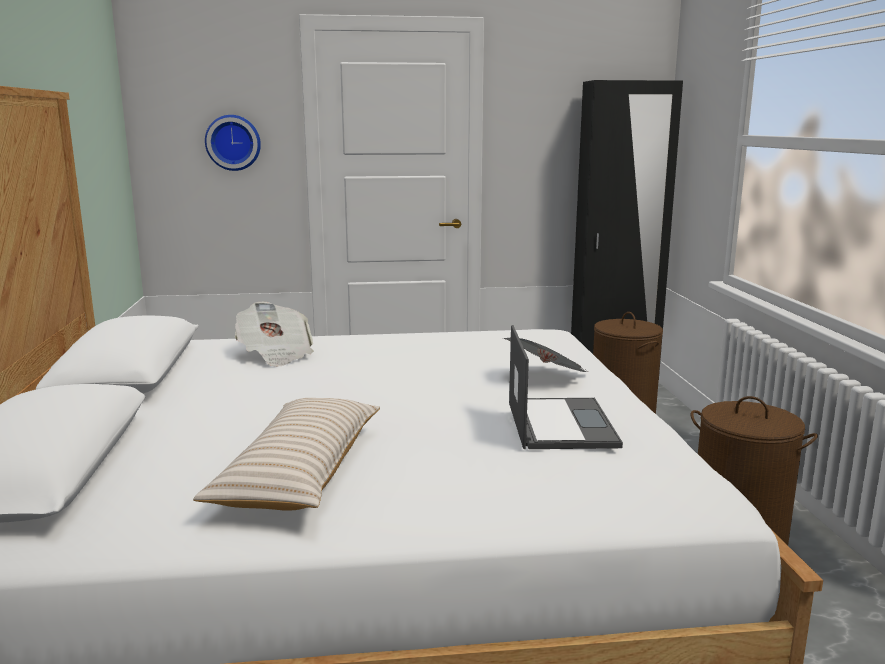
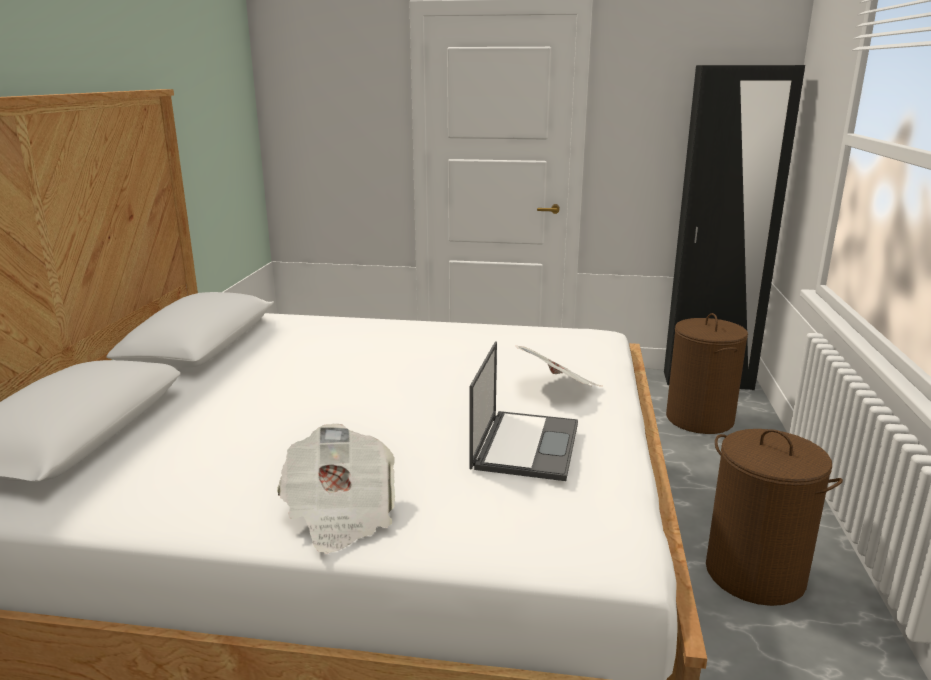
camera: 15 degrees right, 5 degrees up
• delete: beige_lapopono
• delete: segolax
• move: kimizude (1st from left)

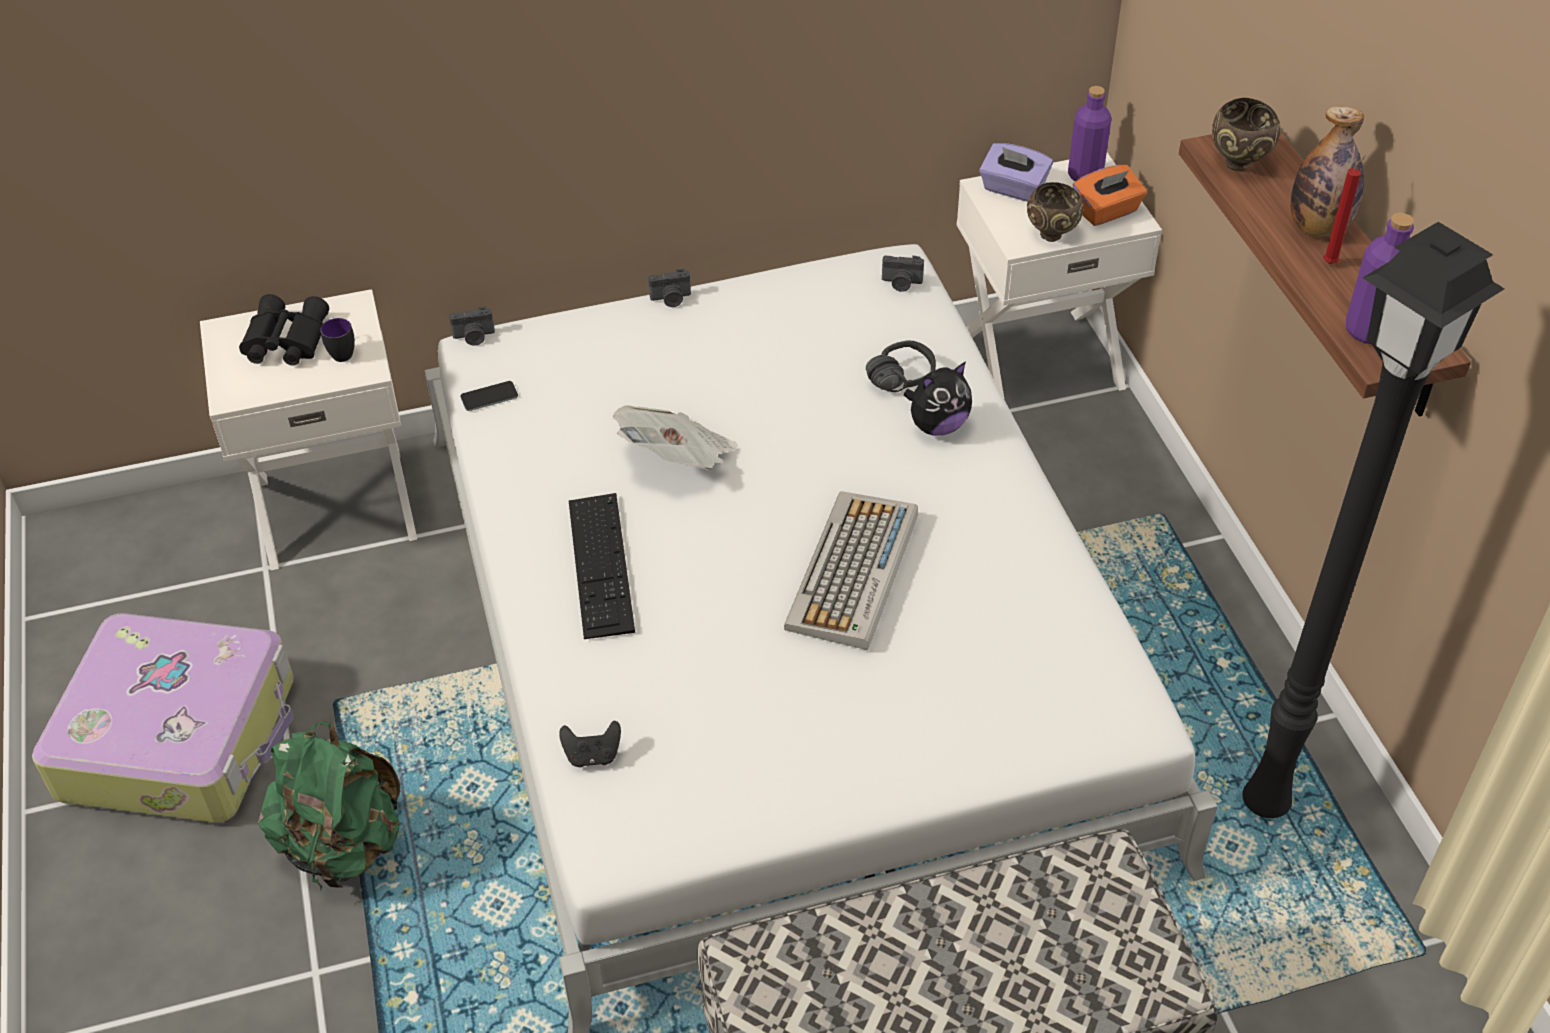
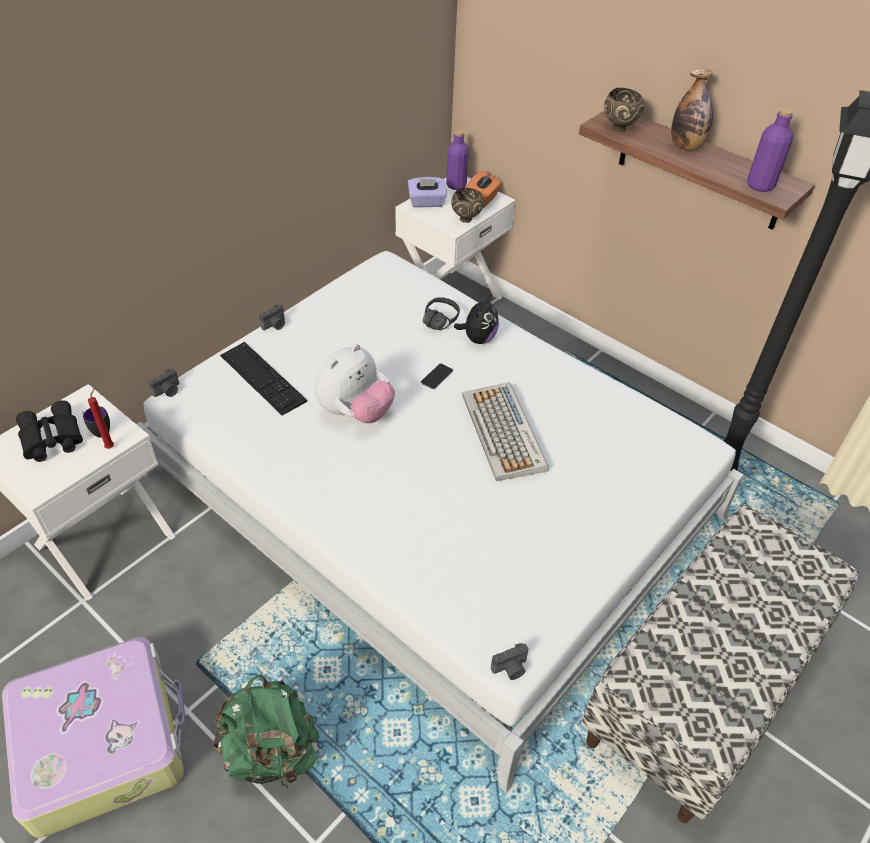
camera: 35 degrees left, 0 degrees up
• delete: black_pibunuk
• move: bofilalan
• move: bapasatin (1st from left)
• move: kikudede (3rd from left)
• move: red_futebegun
• replace: kimizude to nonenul (1st from left)

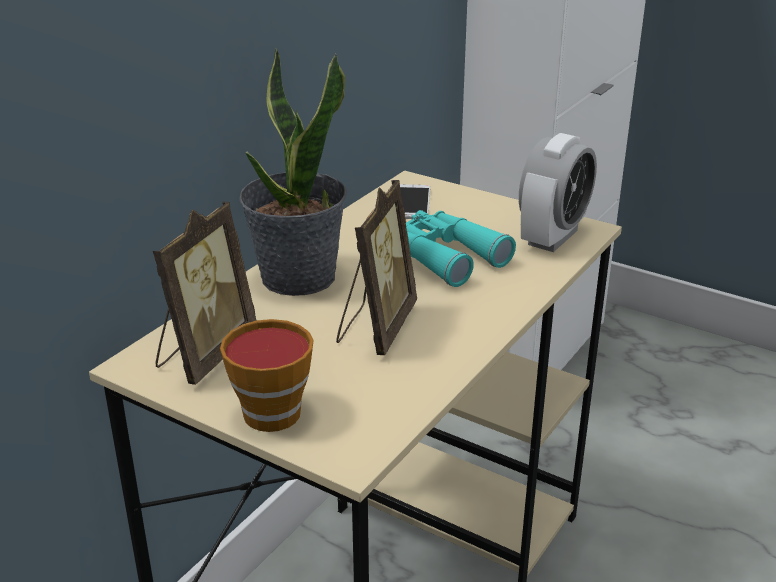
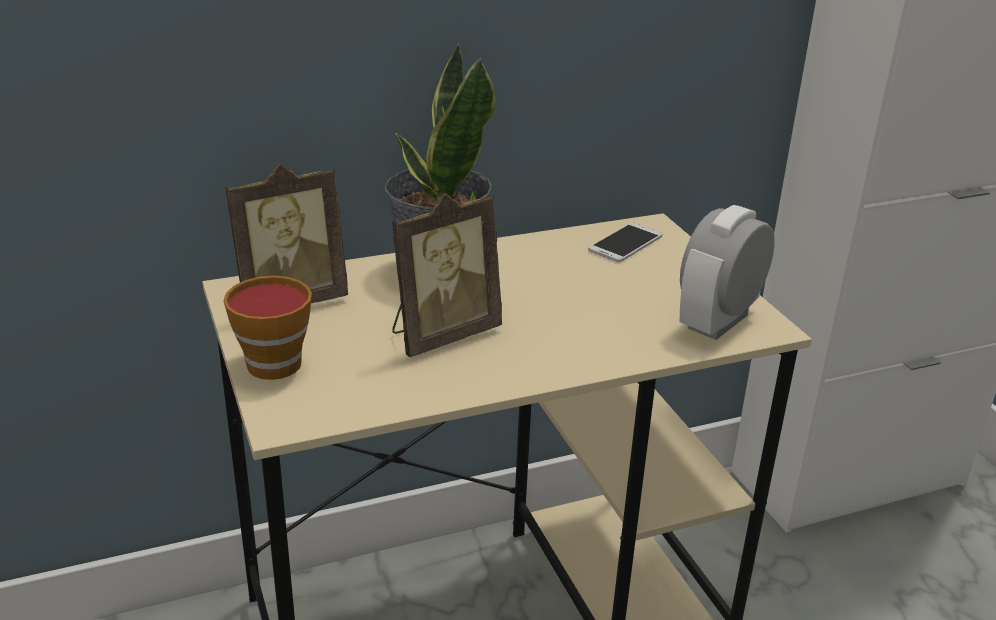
camera: 35 degrees right, 0 degrees up
• delete: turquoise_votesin
• rotate: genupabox 150 degrees clockwise

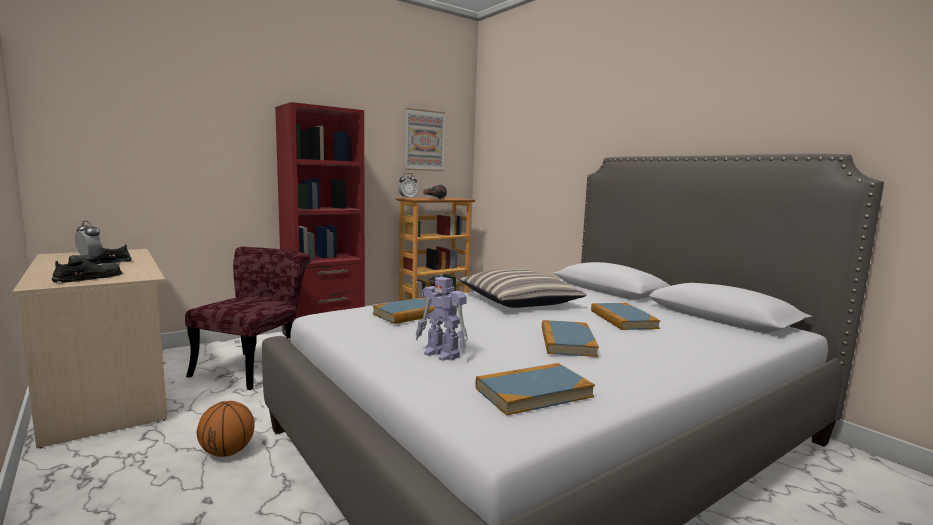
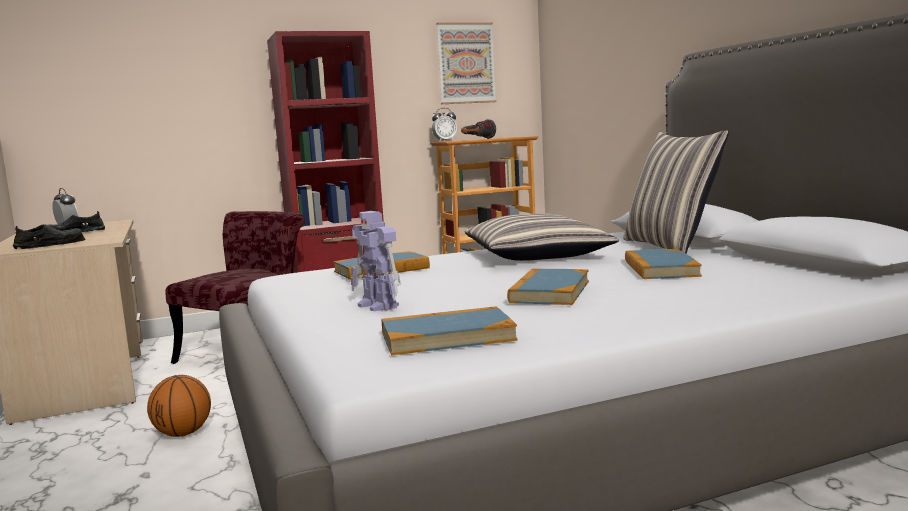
camera: 15 degrees right, 0 degrees up
• insert: lapopono (2nd from left)

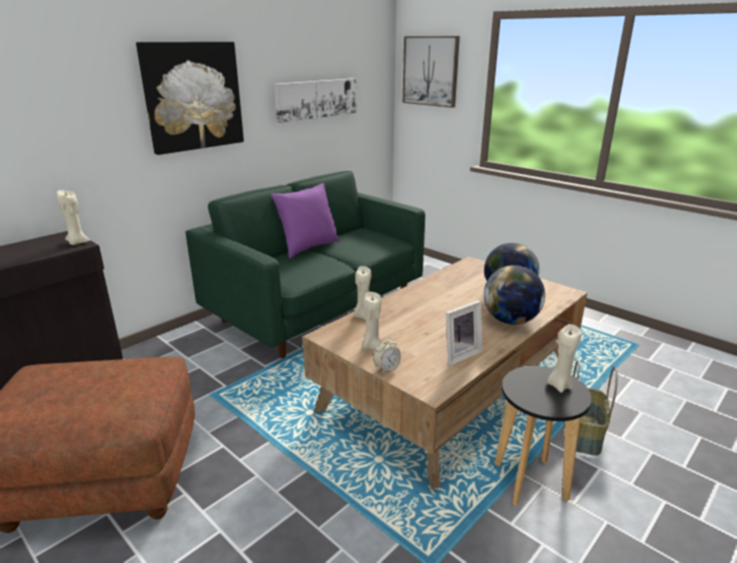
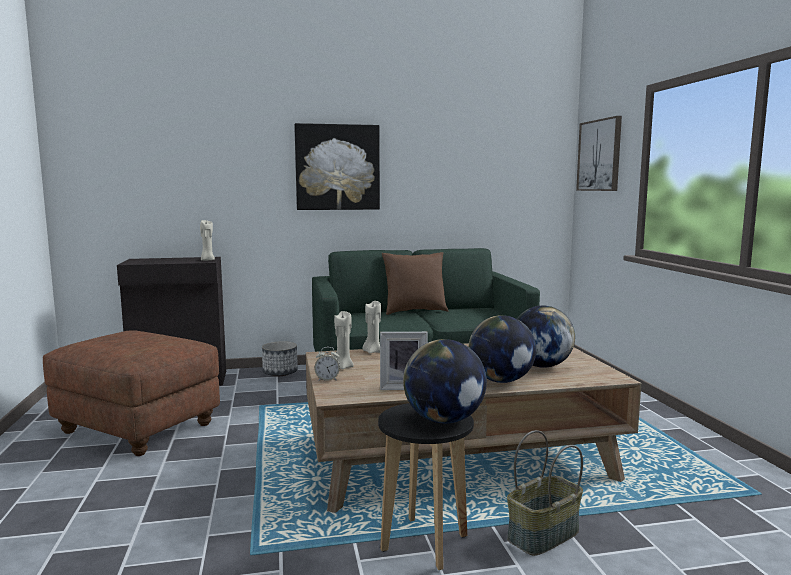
camera: 35 degrees right, 15 degrees down
• delete: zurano (2nd from left)
• insert: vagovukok
• replace: beige_futebegun (4th from left) to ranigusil (1st from left)
• recolor: purple_lapopono to brown_lapopono

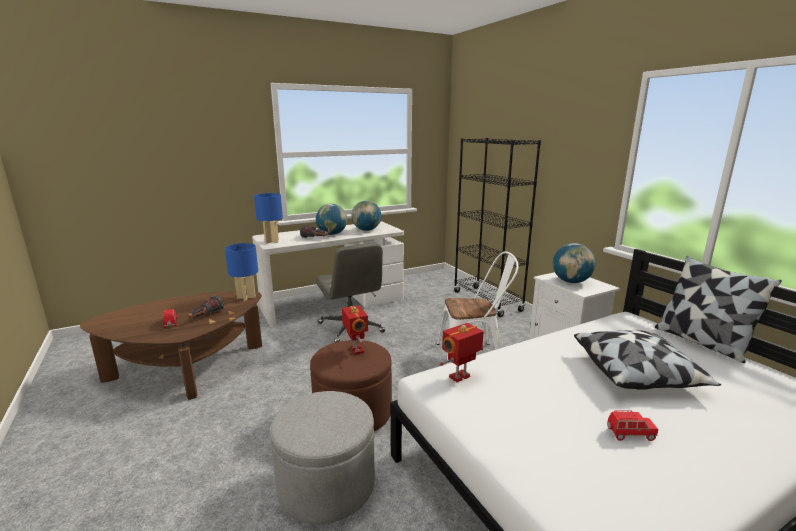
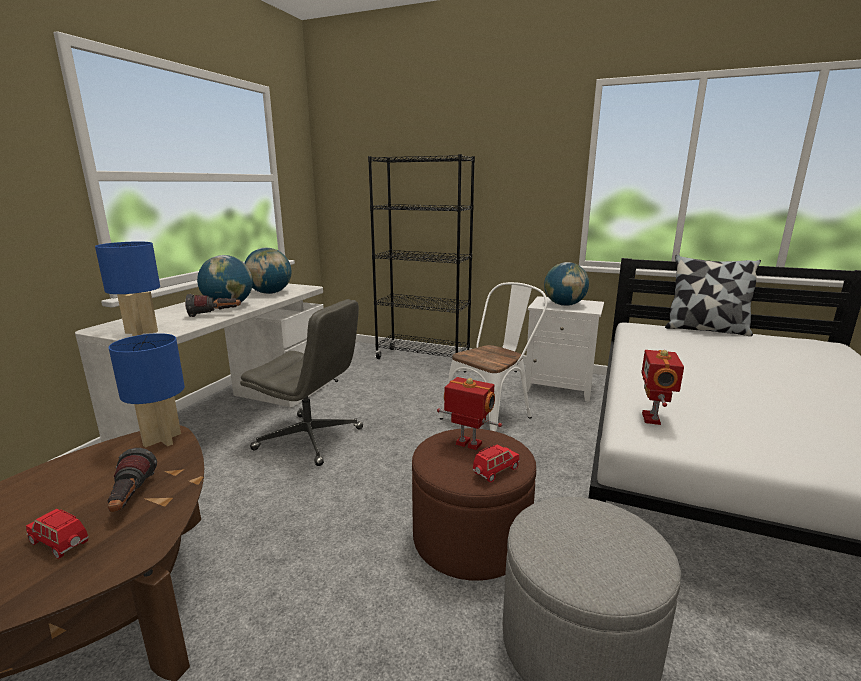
camera: 40 degrees left, 0 degrees up
• delete: lapopono (1st from left)
• move: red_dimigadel (2nd from left)

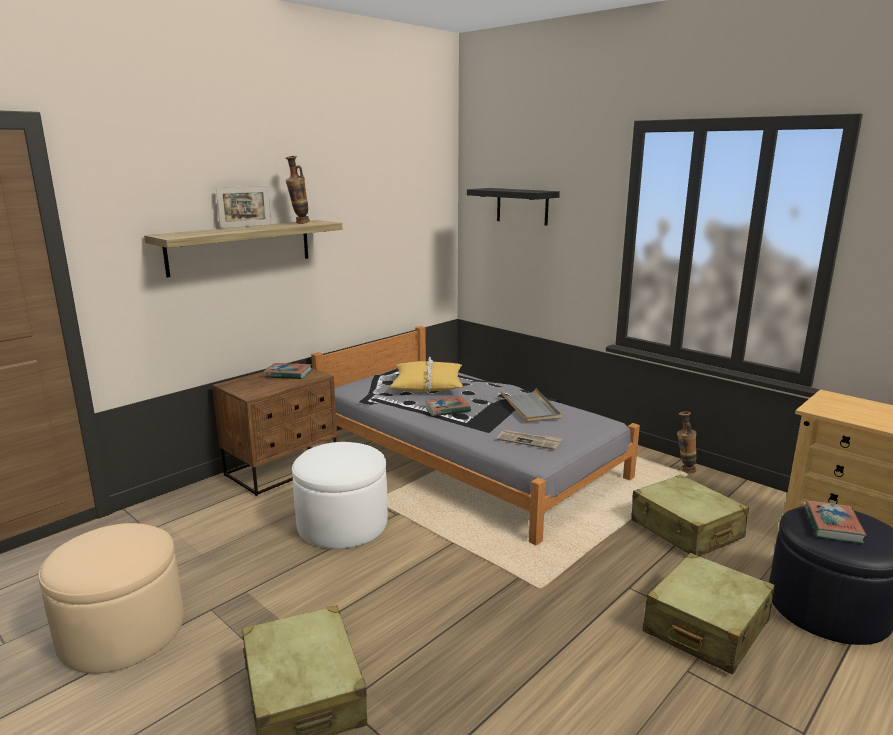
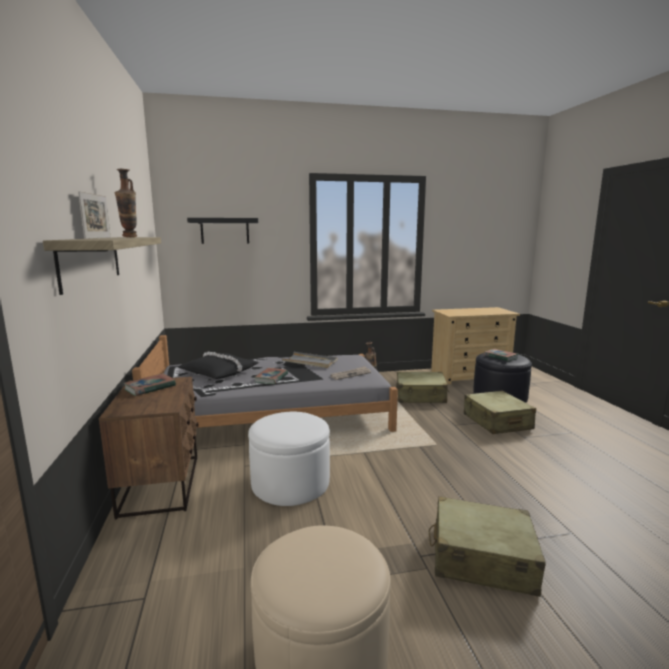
camera: 55 degrees left, 5 degrees down
• recolor: yellow_lapopono to black_lapopono

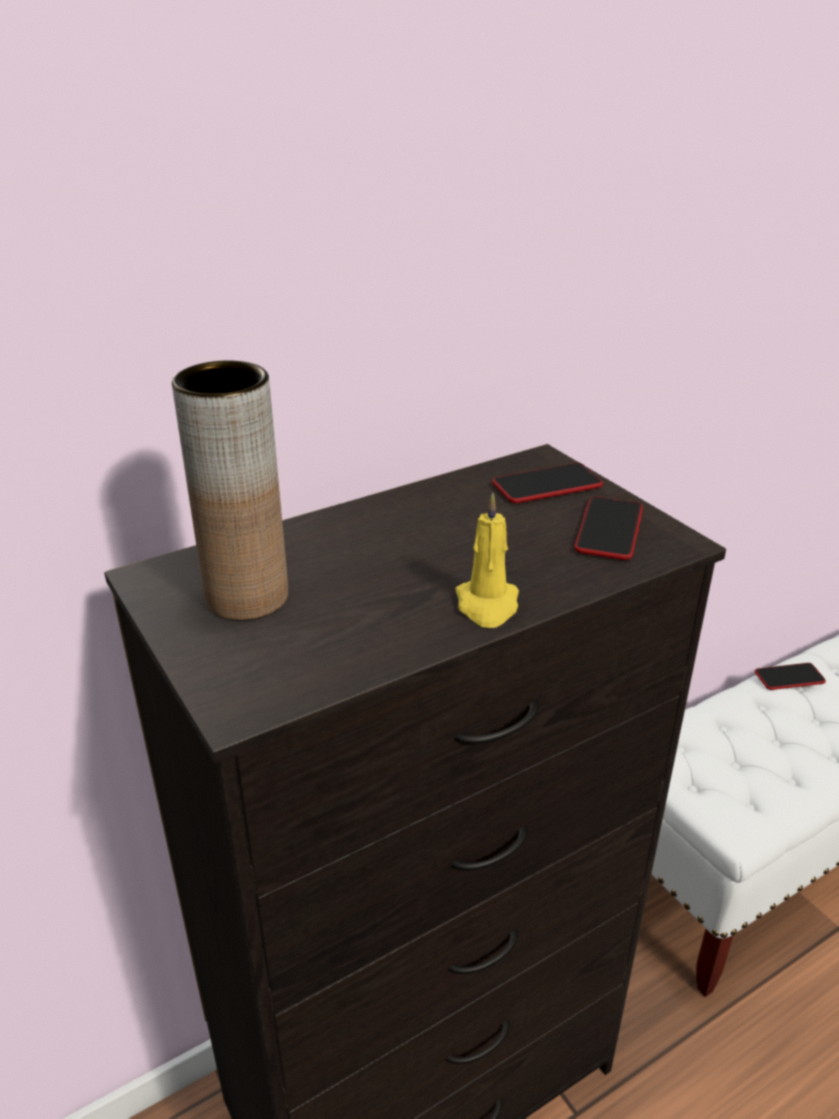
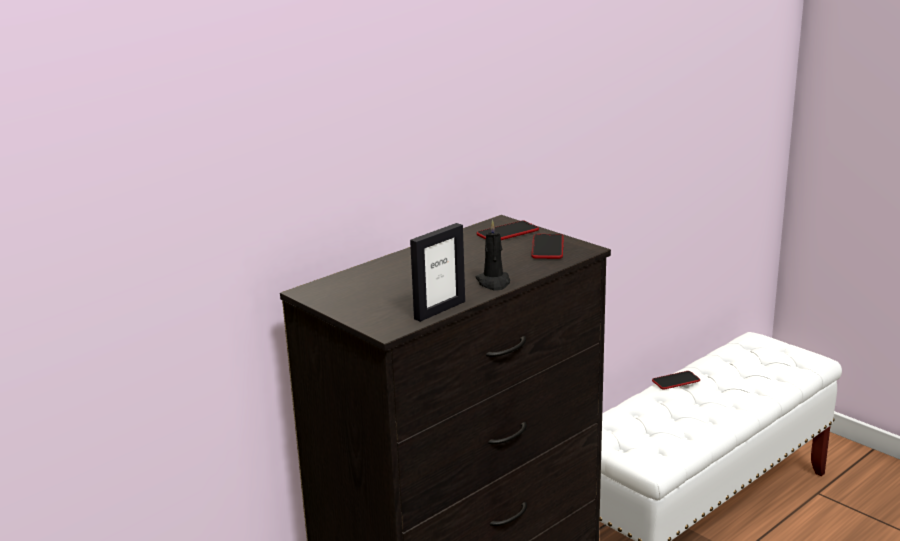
camera: 10 degrees left, 10 degrees down
• delete: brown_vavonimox
• insert: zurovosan
• recolor: yellow_futebegun to black_futebegun

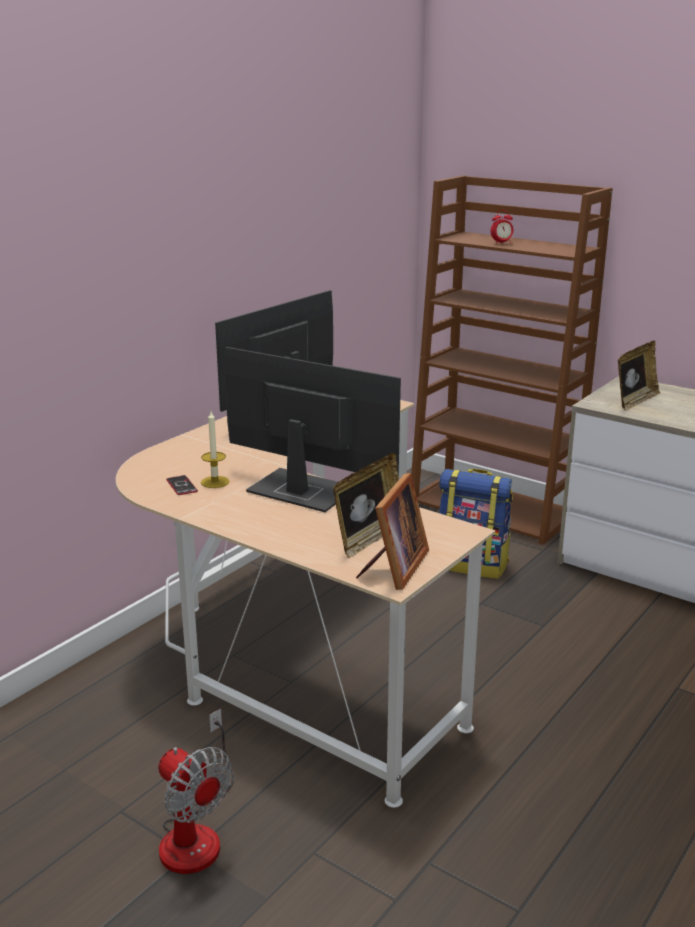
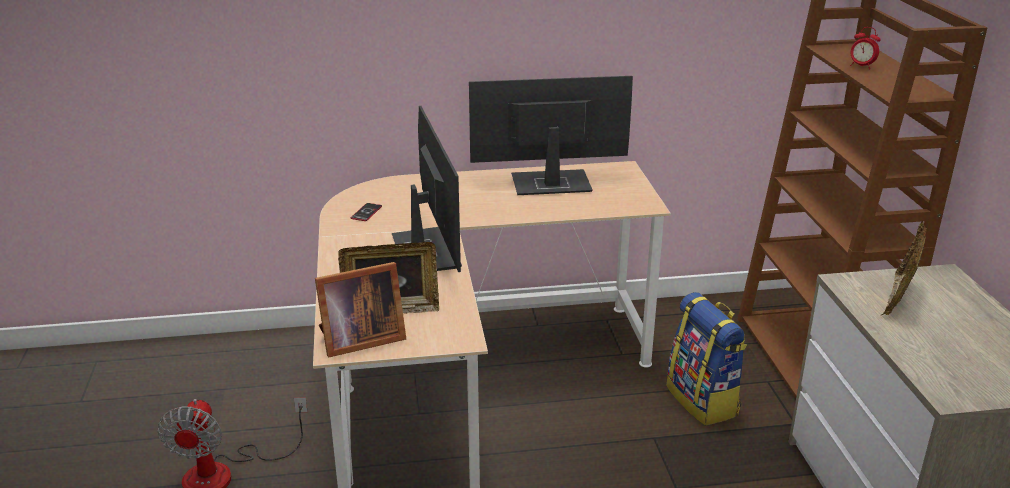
camera: 45 degrees right, 5 degrees up
• delete: futebegun
• rotate: zurovosan (3rd from left) 120 degrees clockwise

